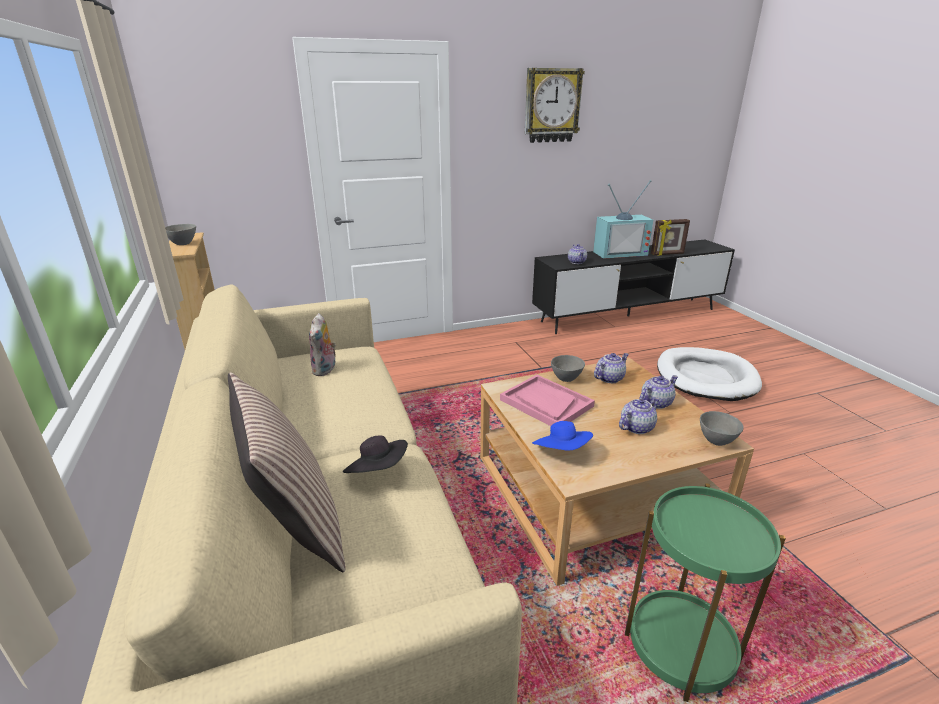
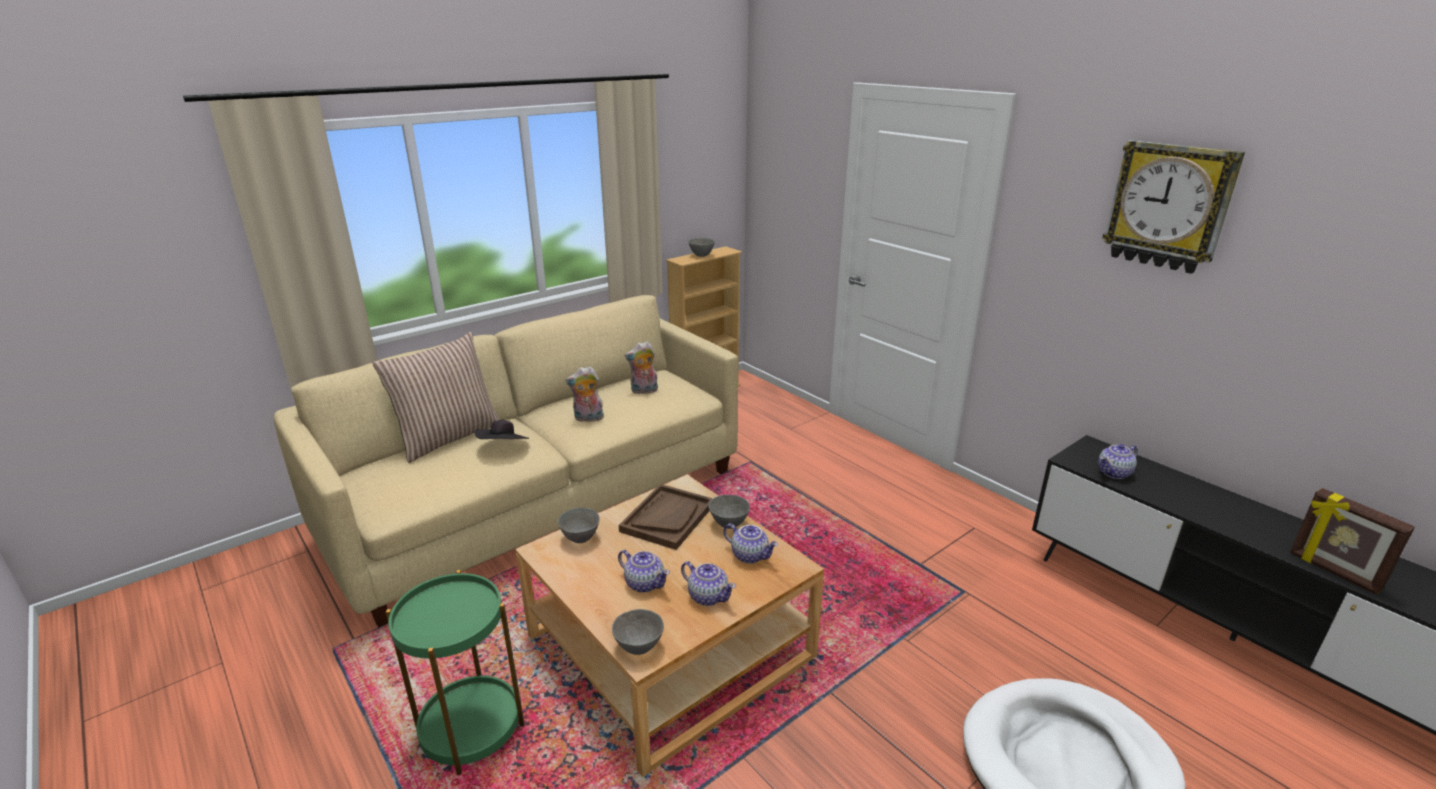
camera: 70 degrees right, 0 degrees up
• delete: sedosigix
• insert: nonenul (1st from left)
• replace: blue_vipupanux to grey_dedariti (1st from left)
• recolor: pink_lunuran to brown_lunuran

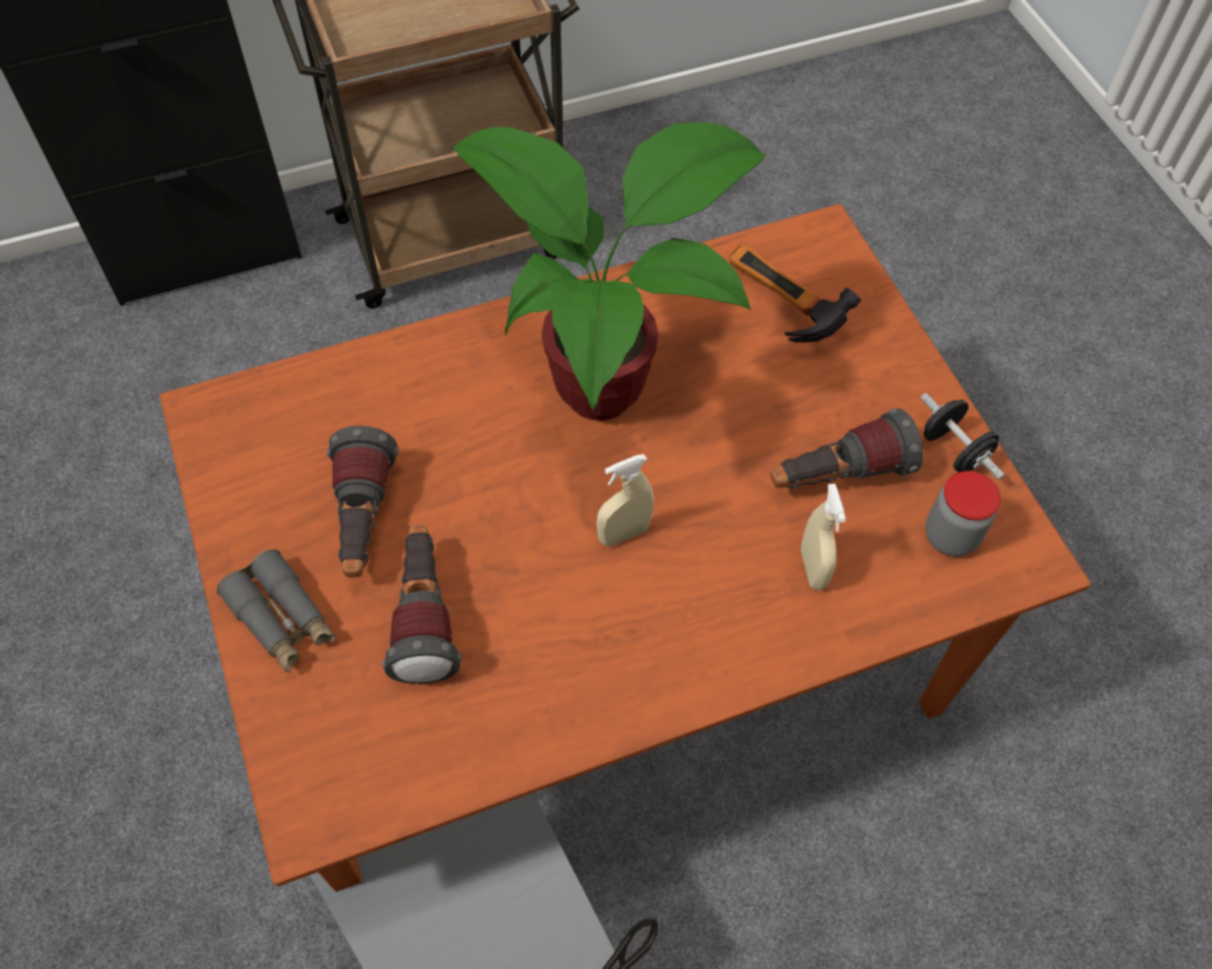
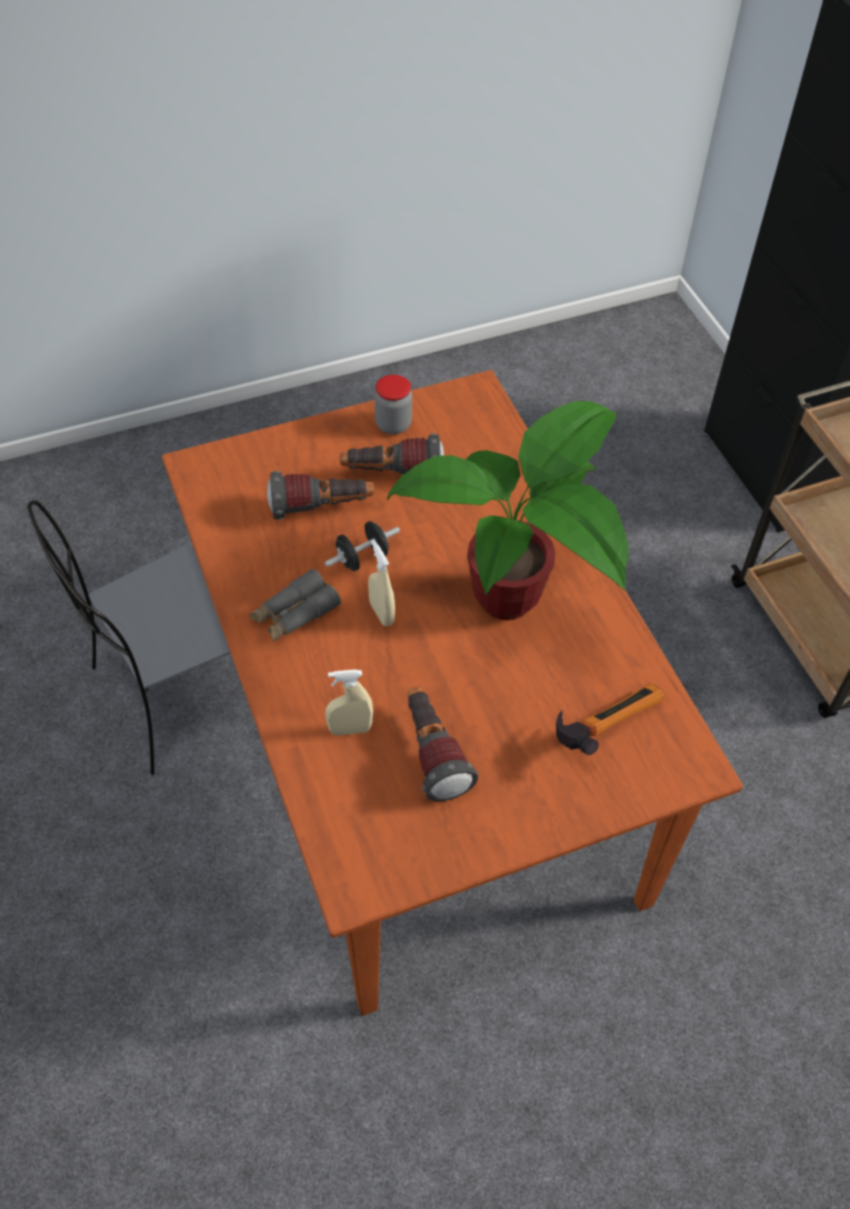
camera: 90 degrees right, 5 degrees down
• move: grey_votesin
• move: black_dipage
• move: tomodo

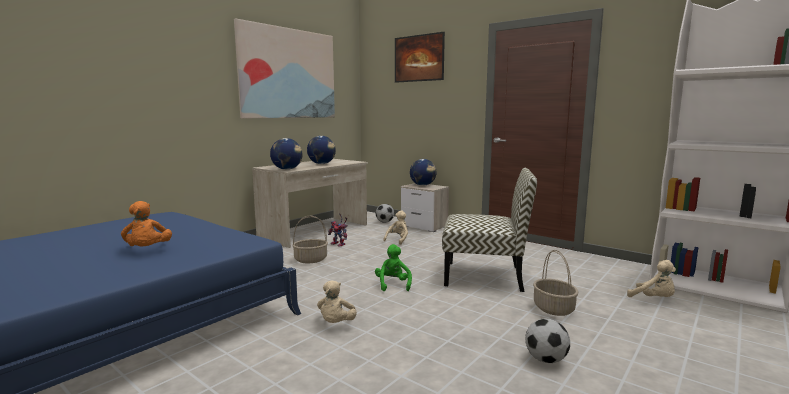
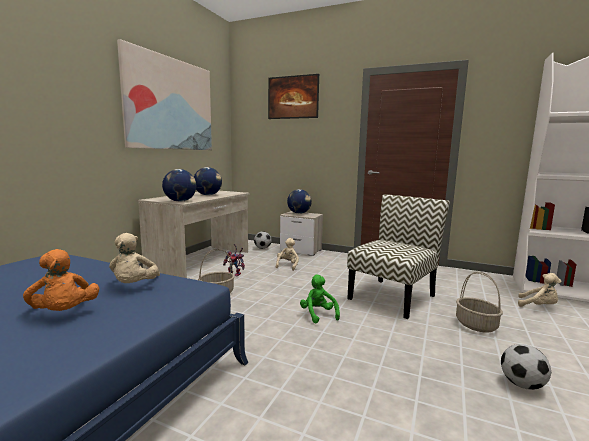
camera: 15 degrees left, 0 degrees up
• move: beige_nonenul (1st from left)
• rotate: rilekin 45 degrees counterclockwise

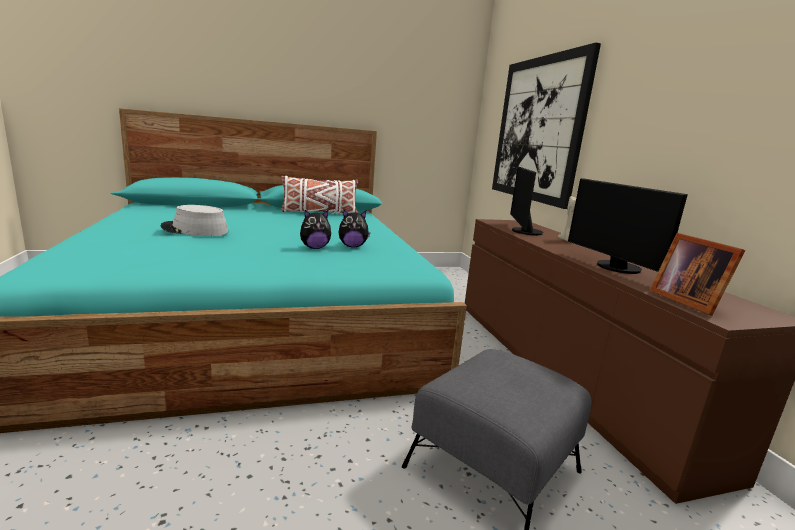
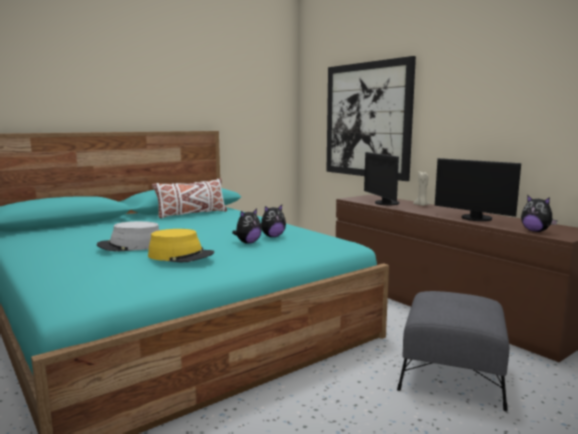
camera: 20 degrees left, 5 degrees down
• insert: yellow_vipupanux
• replace: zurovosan to nonenul (3rd from left)

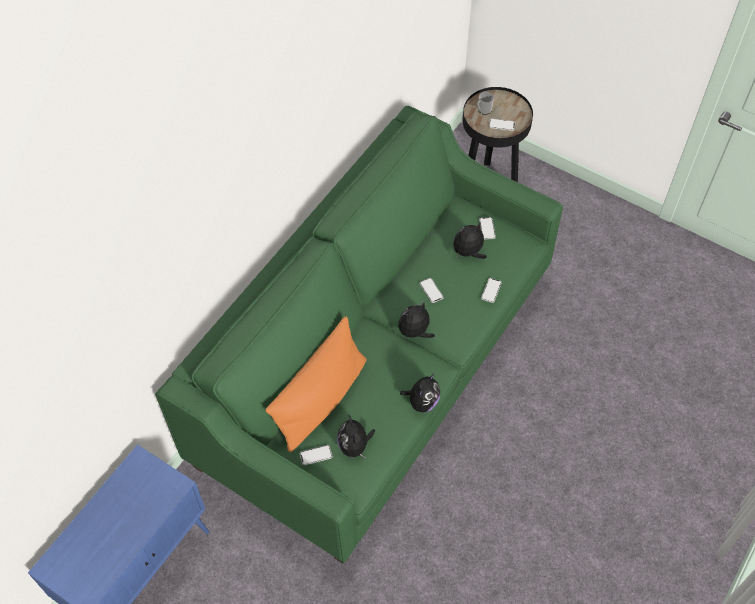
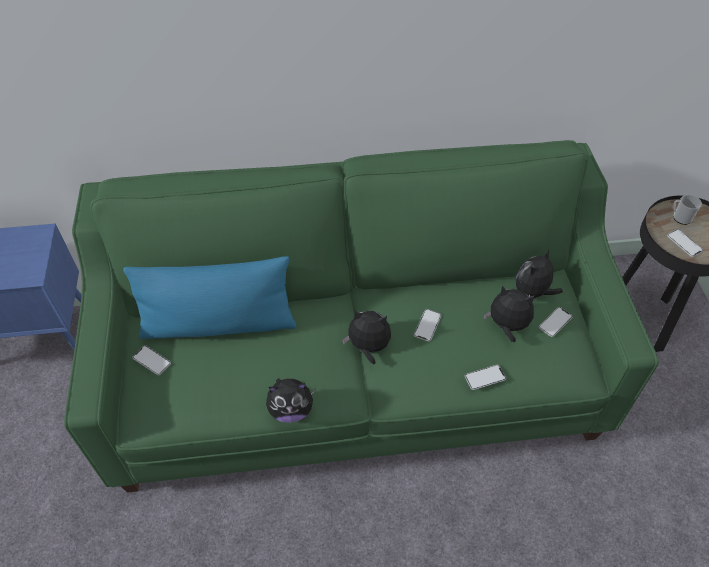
camera: 50 degrees right, 5 degrees down
• move: nonenul (1st from left in the first image) to nonenul (4th from left)
• recolor: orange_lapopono to blue_lapopono

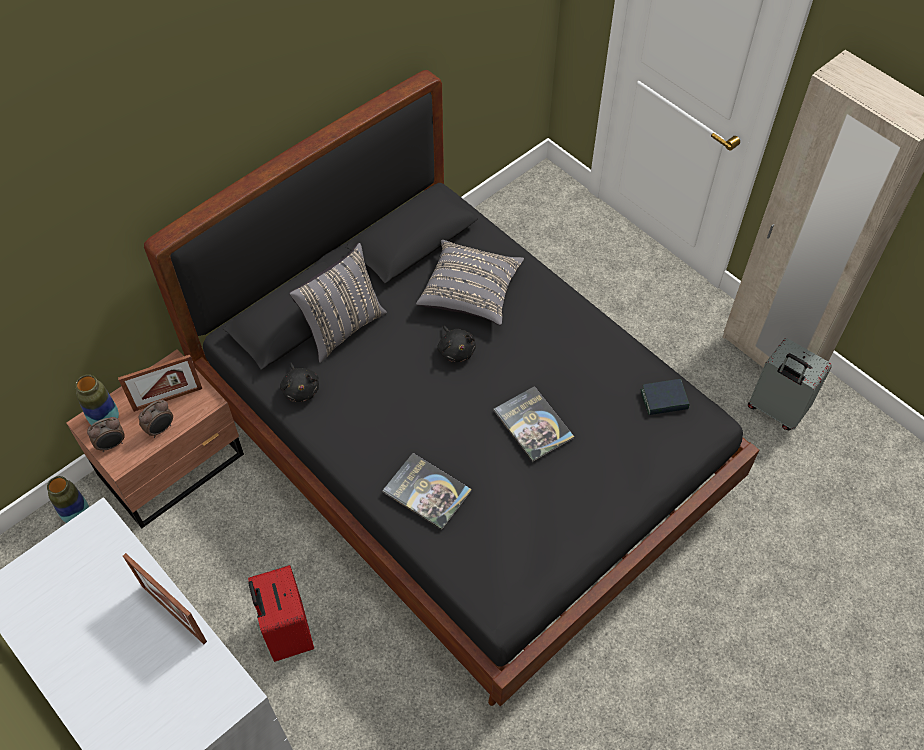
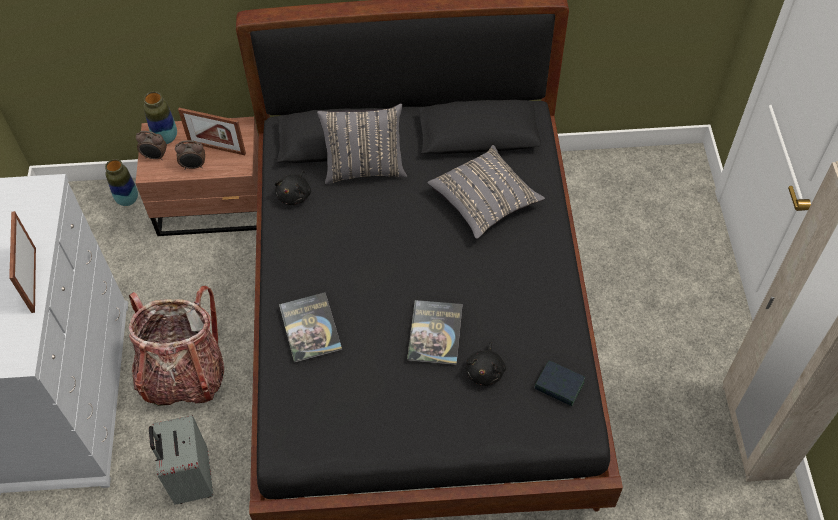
camera: 40 degrees right, 0 degrees up
• move: black_nonenul (2nd from left)
• move: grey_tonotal
• replace: red_tonotal to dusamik

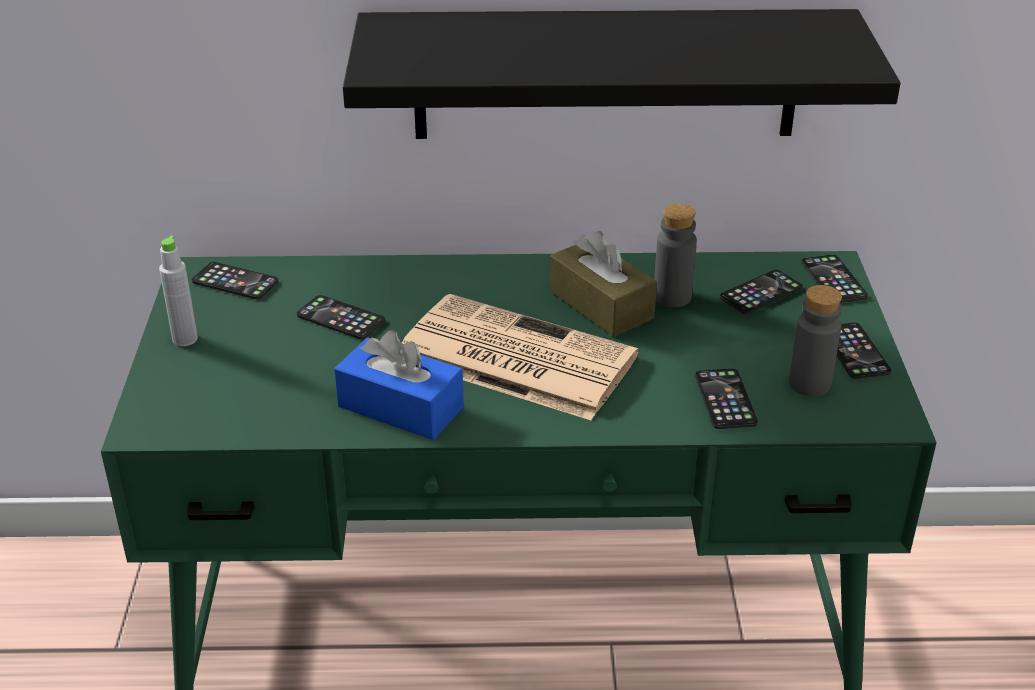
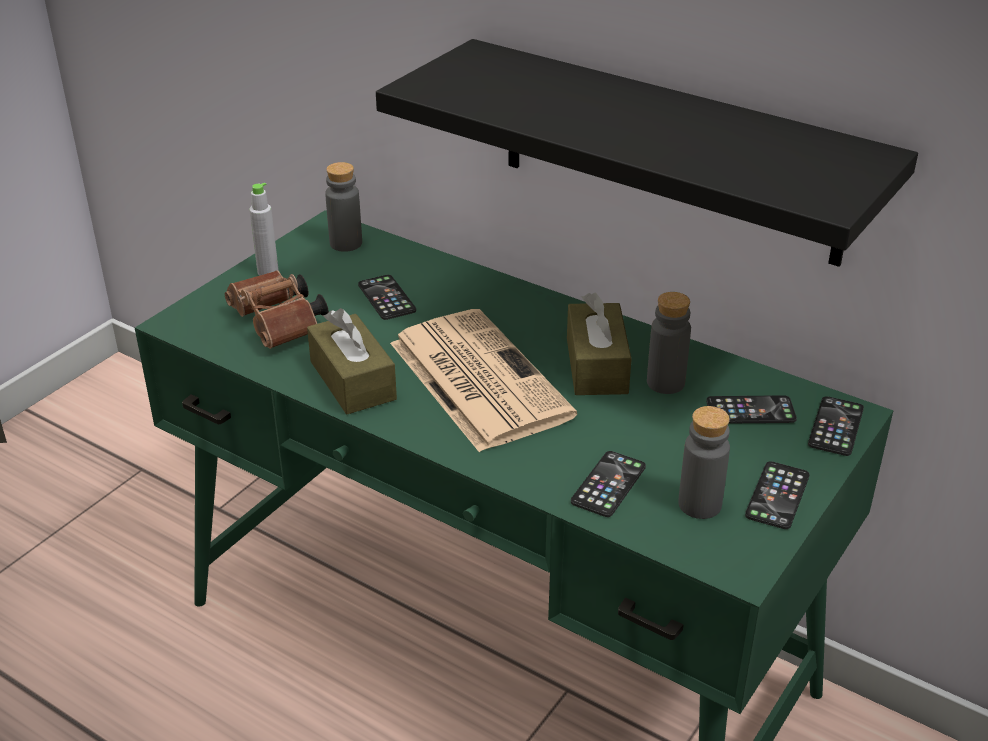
camera: 35 degrees right, 0 degrees up
• insert: brown_votesin
• replace: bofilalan (1st from left) to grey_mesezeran (2nd from left)
• recolor: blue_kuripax to brown_kuripax (1st from left)

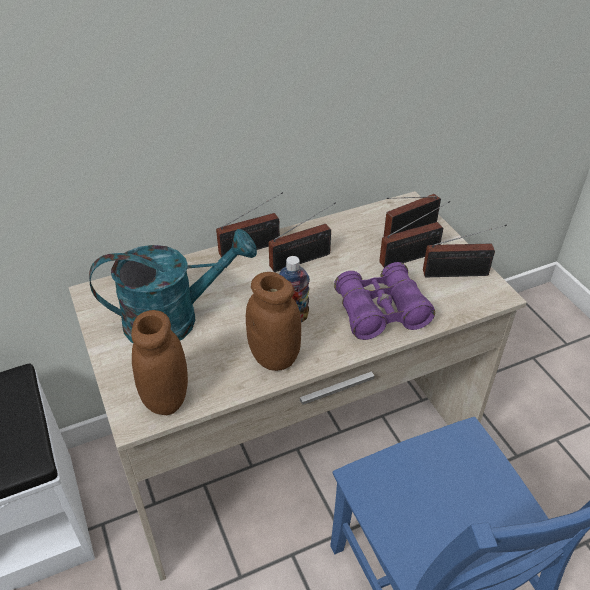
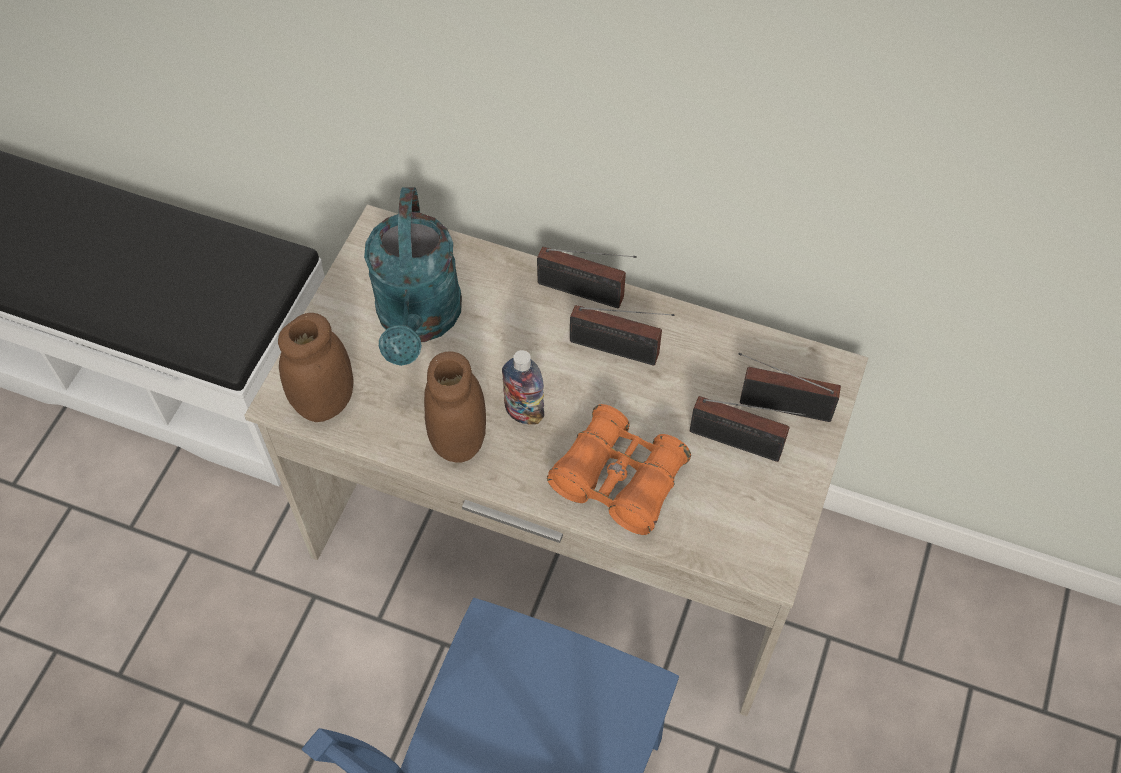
camera: 45 degrees right, 15 degrees up
• delete: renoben (5th from left)
• recolor: purple_votesin to orange_votesin
• rotate: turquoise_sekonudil 60 degrees clockwise

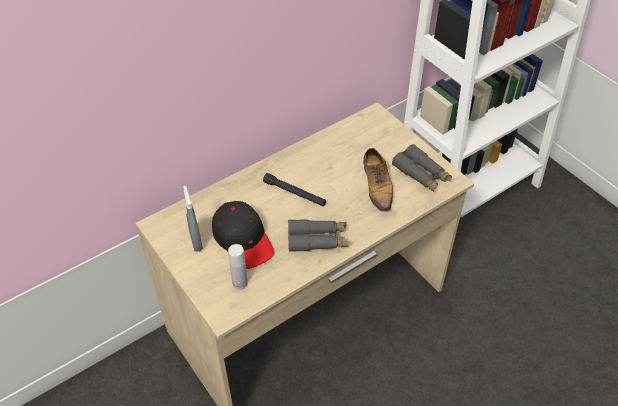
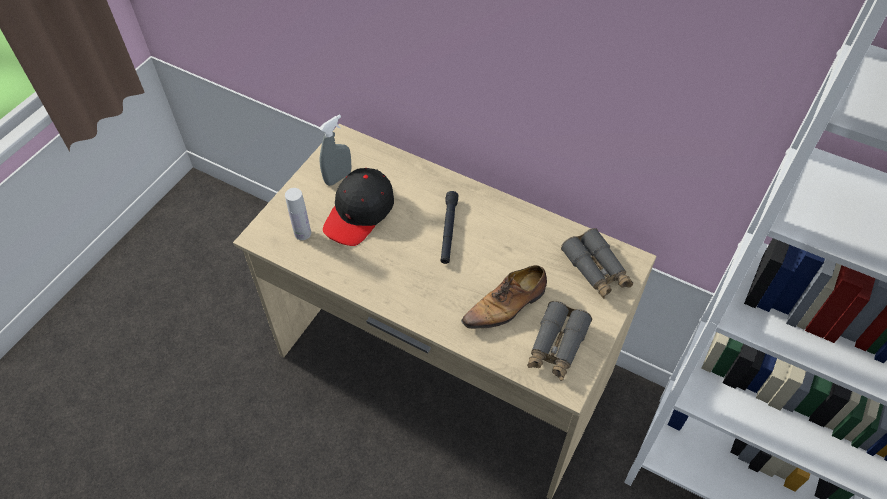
camera: 65 degrees right, 5 degrees up
• move: grey_votesin (1st from left in the first image) to grey_votesin (2nd from left)

